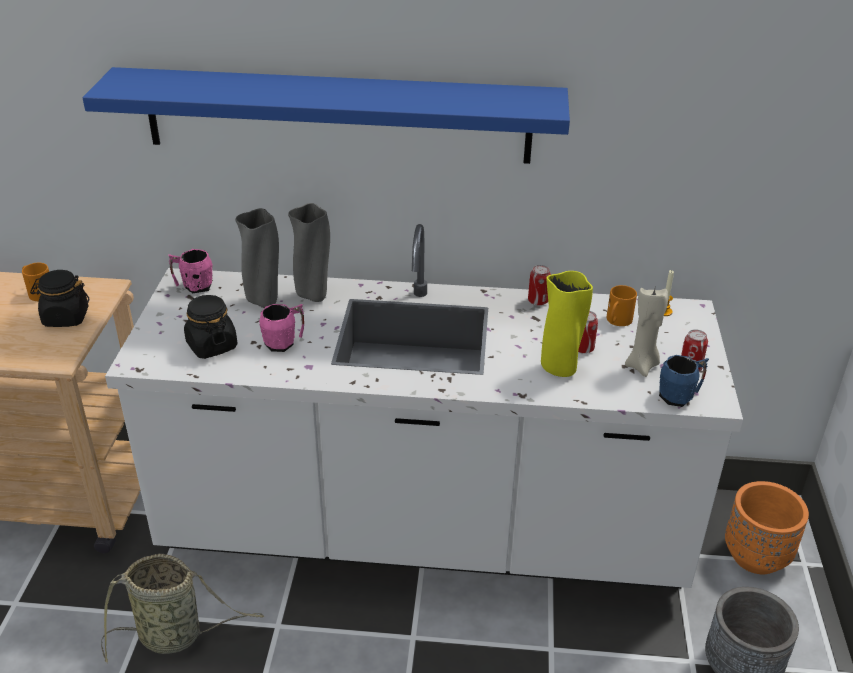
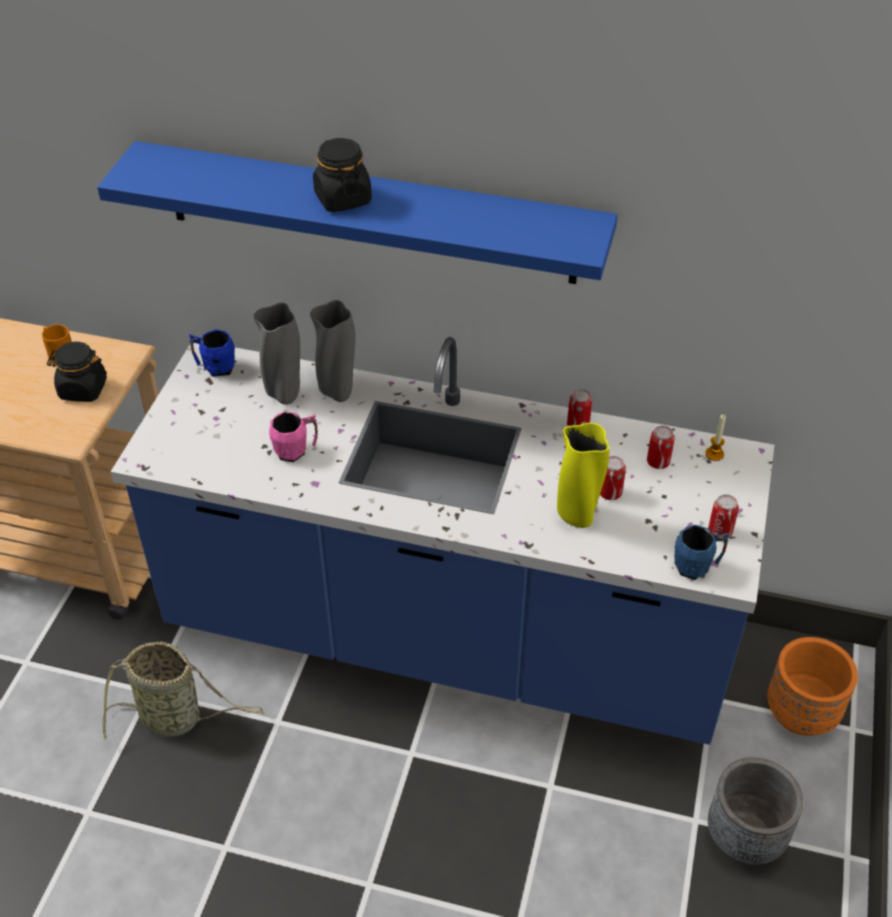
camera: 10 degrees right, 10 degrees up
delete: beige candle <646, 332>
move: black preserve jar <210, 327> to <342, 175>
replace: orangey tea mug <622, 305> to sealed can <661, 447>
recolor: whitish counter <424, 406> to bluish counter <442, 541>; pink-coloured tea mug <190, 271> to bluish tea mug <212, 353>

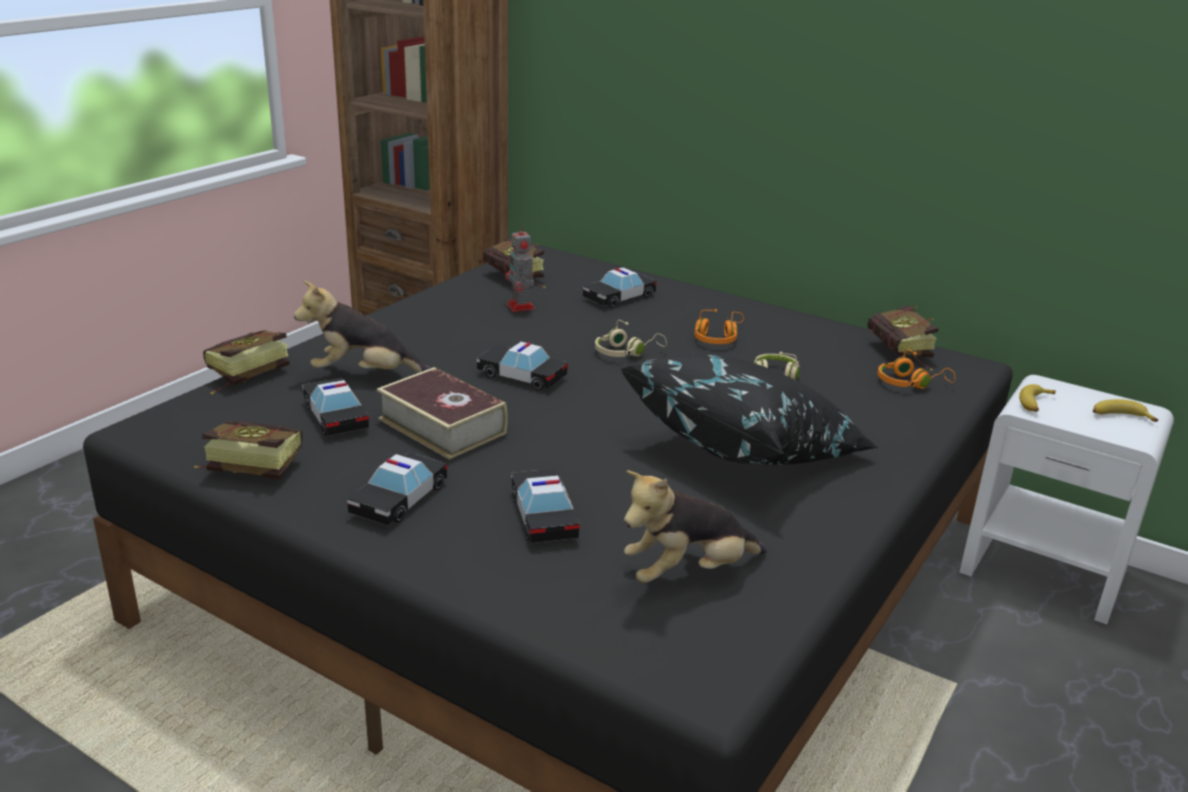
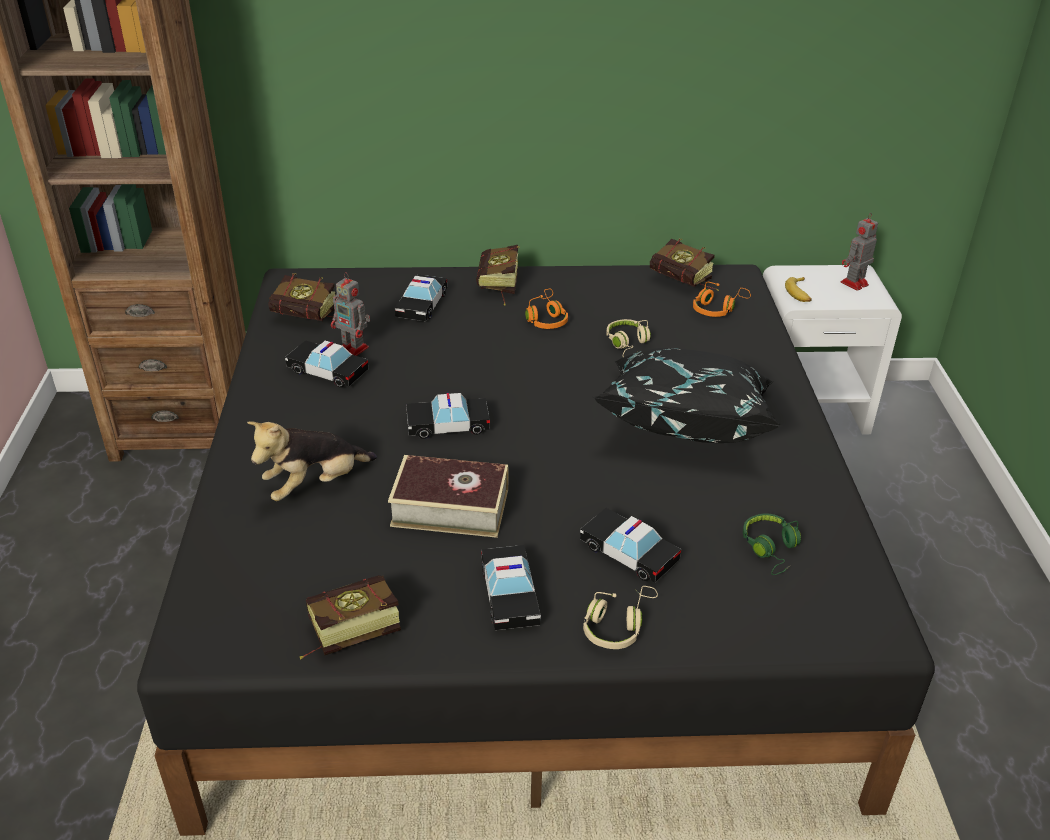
camera: 35 degrees left, 10 degrees up
move: beige pair of headphones <631, 338> to <620, 617>; bound book <246, 362> to <498, 275>; model car <335, 407> to <326, 364>
replace: whole banana <1125, 410> to toy robot <859, 252>; plush toy <695, 526> to greenish pair of headphones <772, 544>

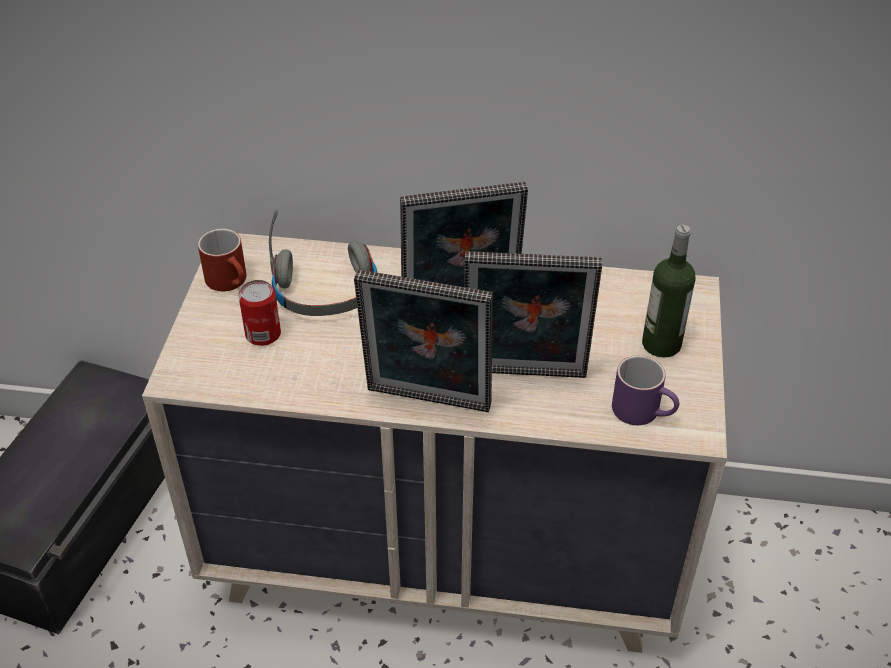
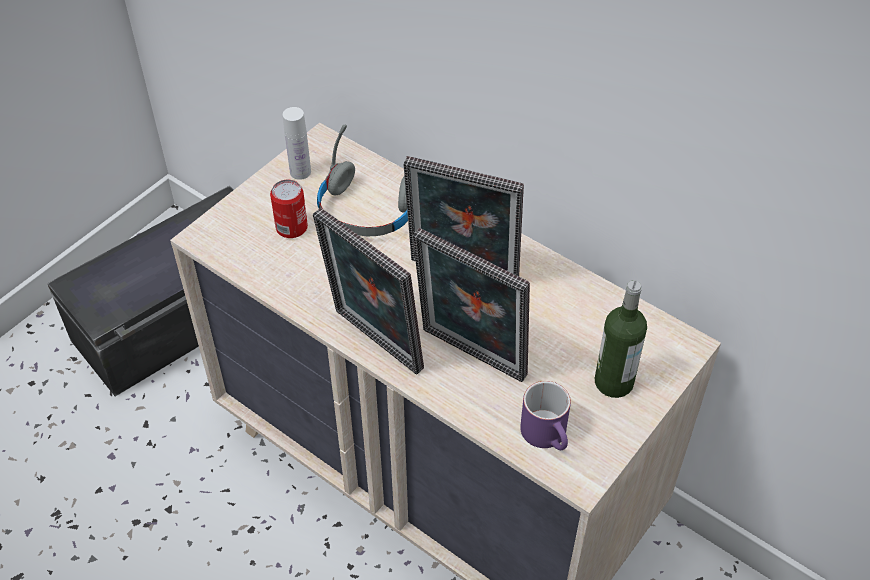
camera: 30 degrees right, 5 degrees up
replace: reddish tea mug <222, 260> to whitish bottle <297, 143>

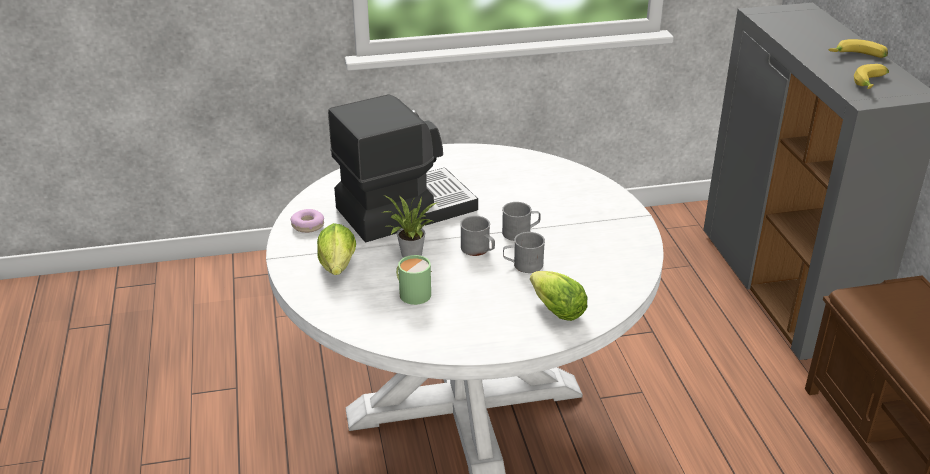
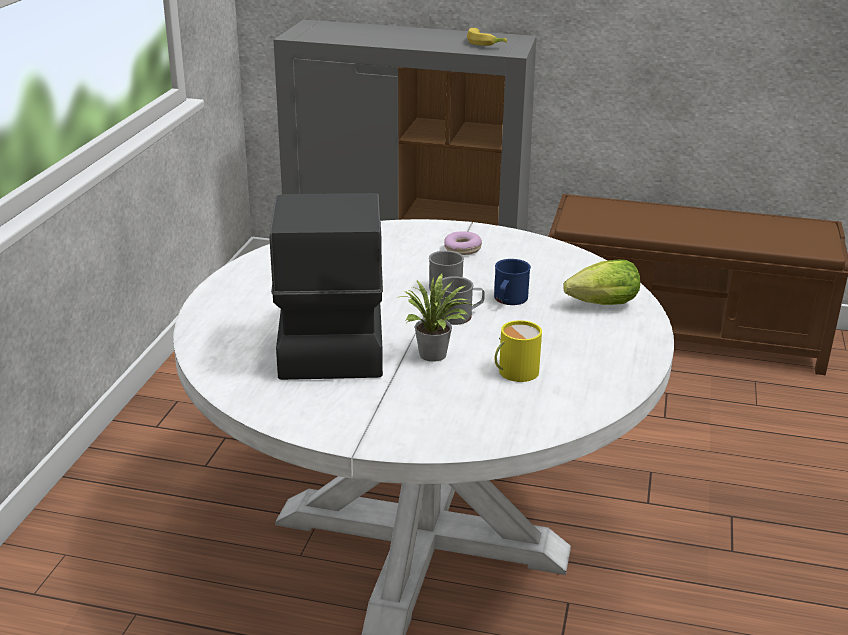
camera: 65 degrees left, 5 degrees down
delete: whole banana <858, 48>; head of lettuce <336, 249>
move: doughnut <307, 221> to <463, 243>
recolor: grey tea mug <524, 252> to bluish tea mug <512, 282>; greenish tea mug <414, 280> to yellowish tea mug <518, 351>

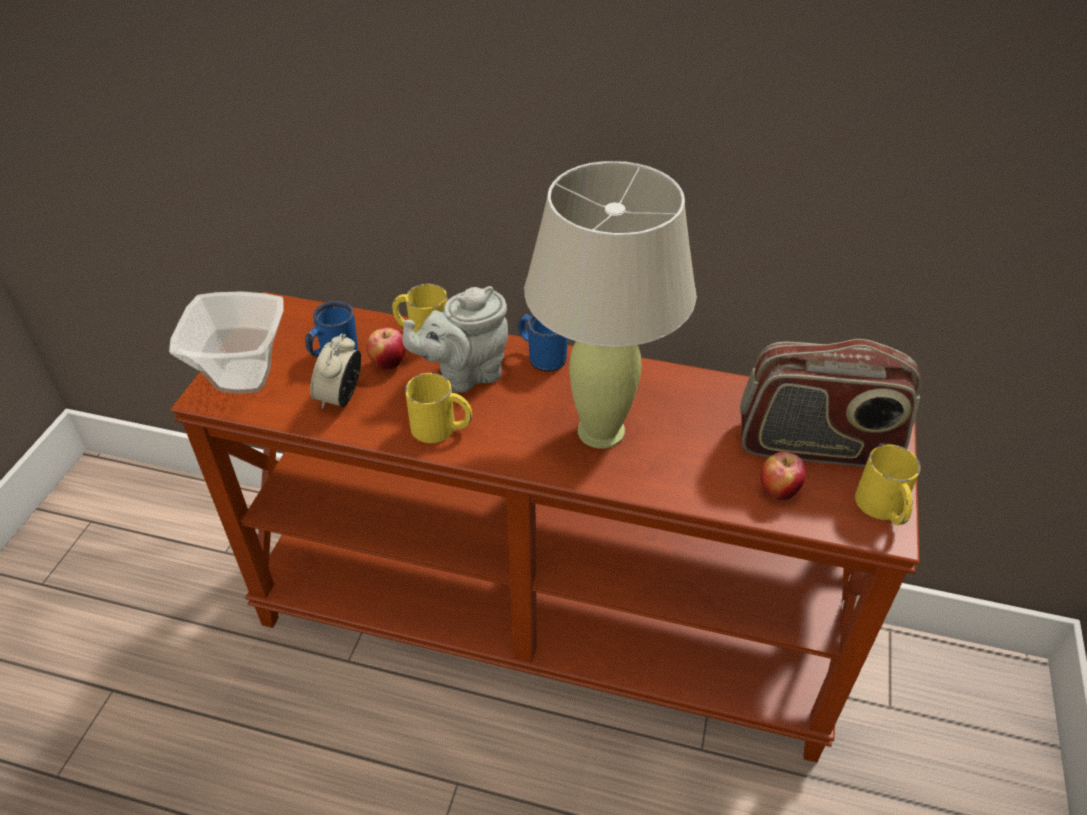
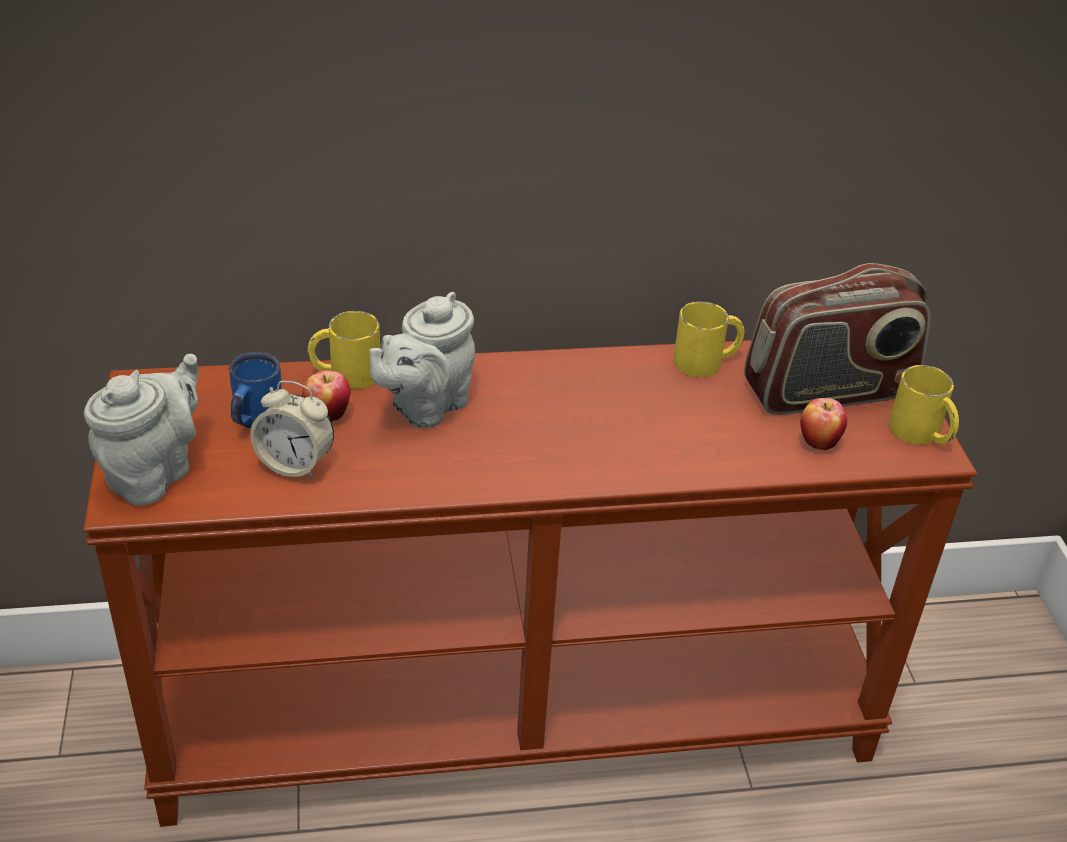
camera: 25 degrees left, 5 degrees down
delete: beige table lamp <610, 305>; bluish tea mug <543, 343>
move: yellowish tea mug <438, 408> to <709, 339>
replace: serving bowl <226, 342> to grey pot for tea <141, 430>
rotate: alarm clock <335, 371> = <292, 430> 60 degrees counterclockwise

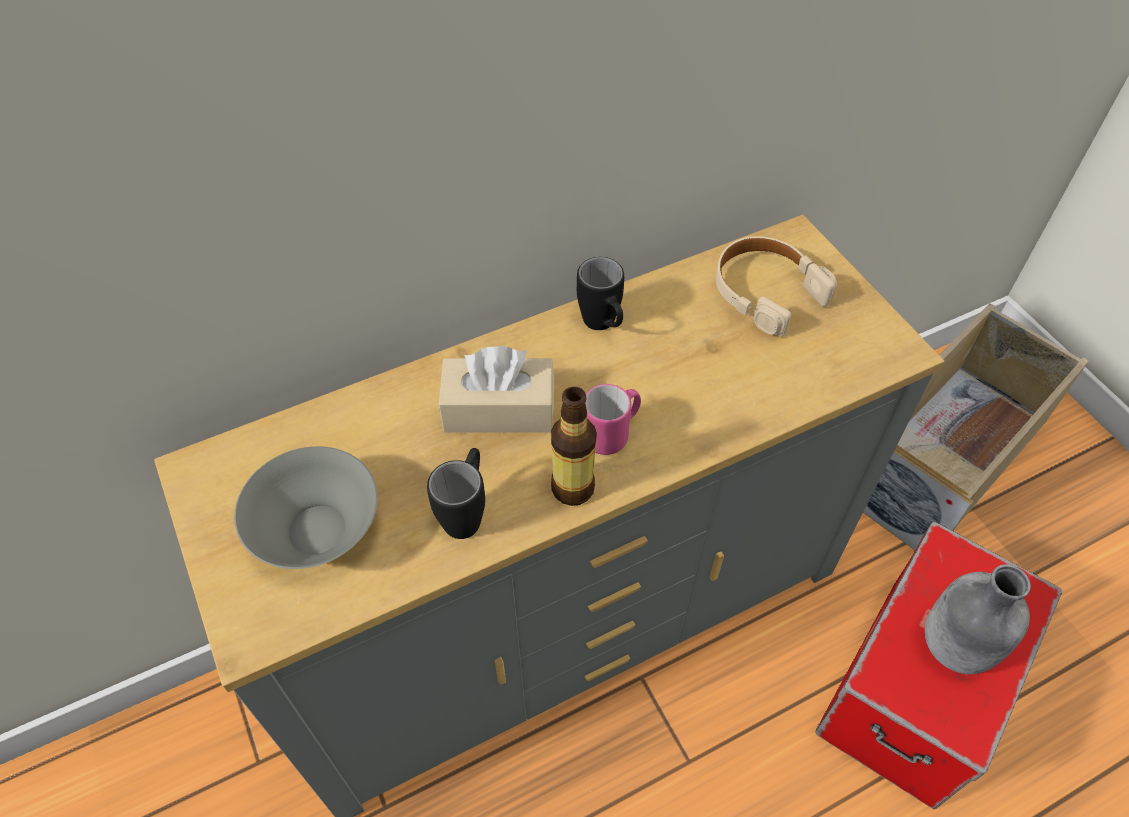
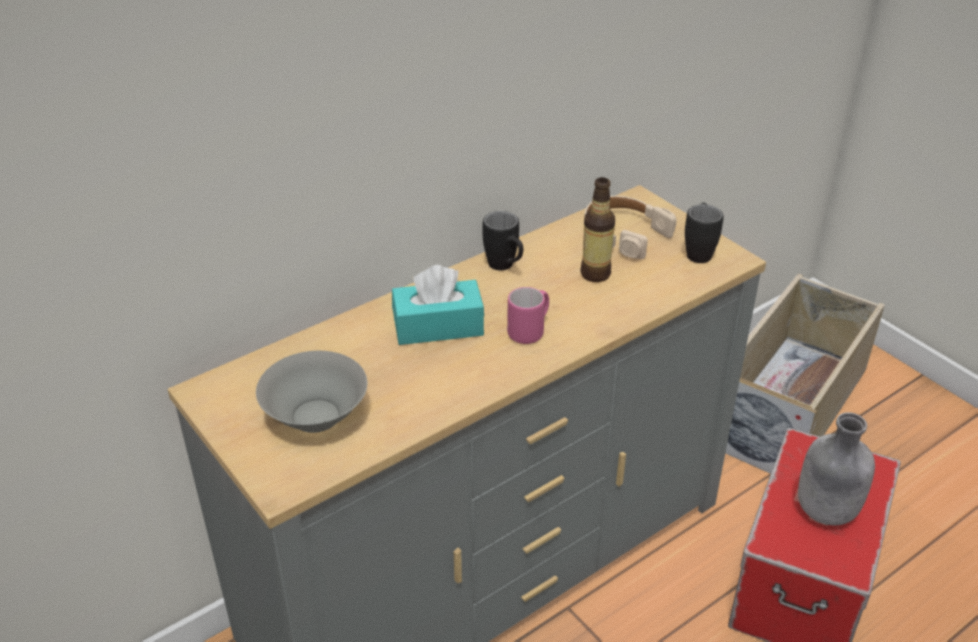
camera: 10 degrees left, 15 degrees down
move: bottle <574, 446> to <597, 229>; black tea mug <456, 493> to <704, 232>
recolor: beige tissue holder <496, 389> to turquoise-coloured tissue holder <438, 305>

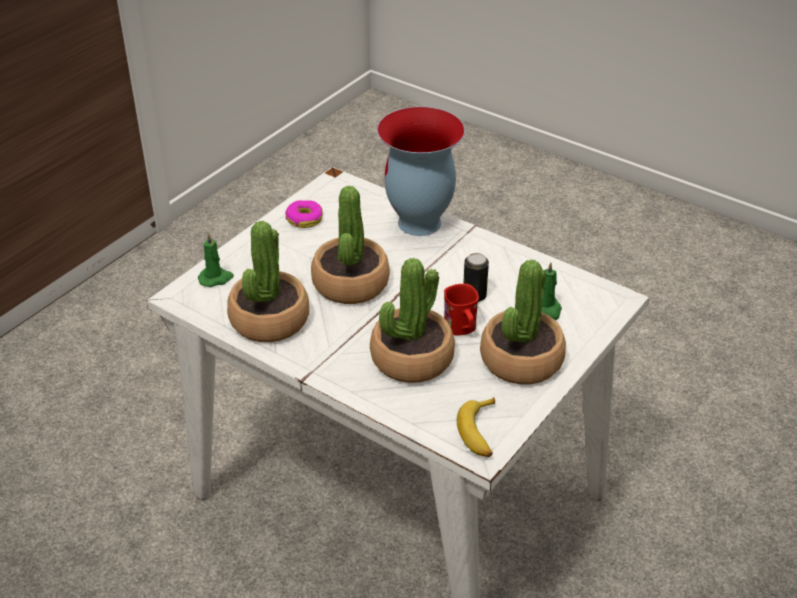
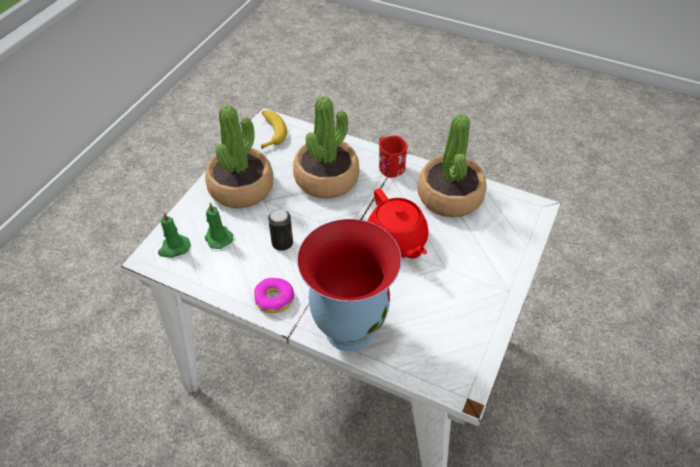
camera: 170 degrees right, 10 degrees up
move: doughnut <304, 214> to <274, 295>; greenish candle <216, 260> to <174, 235>; reddish tea mug <461, 309> to <393, 156>
replace: plant in a pot <350, 245> to reddish pot for tea <398, 224>

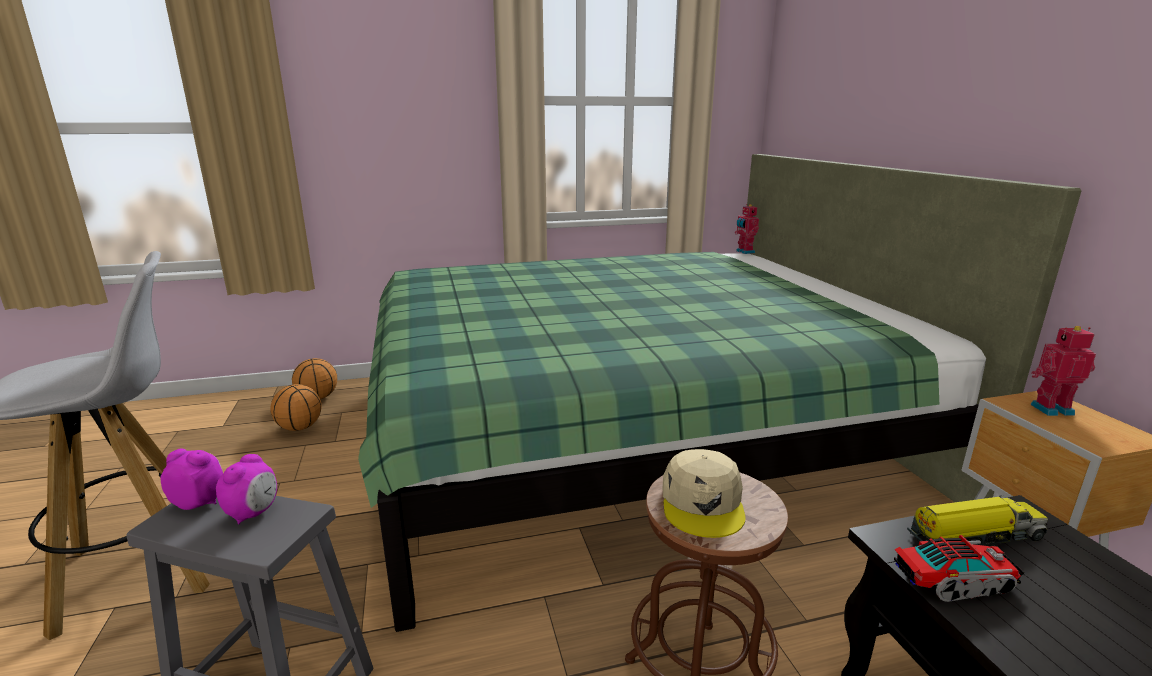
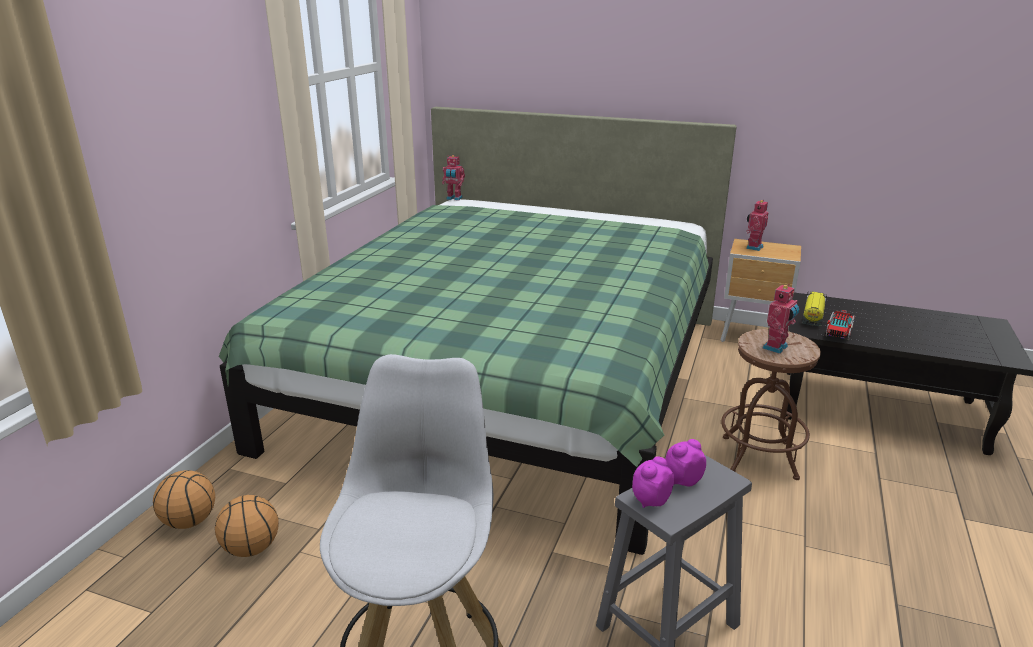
camera: 55 degrees left, 5 degrees up
replace: beige peaked cap <703, 493> to toy robot <781, 319>
rotate: alarm clock <246, 489> = <685, 462> 75 degrees counterclockwise

